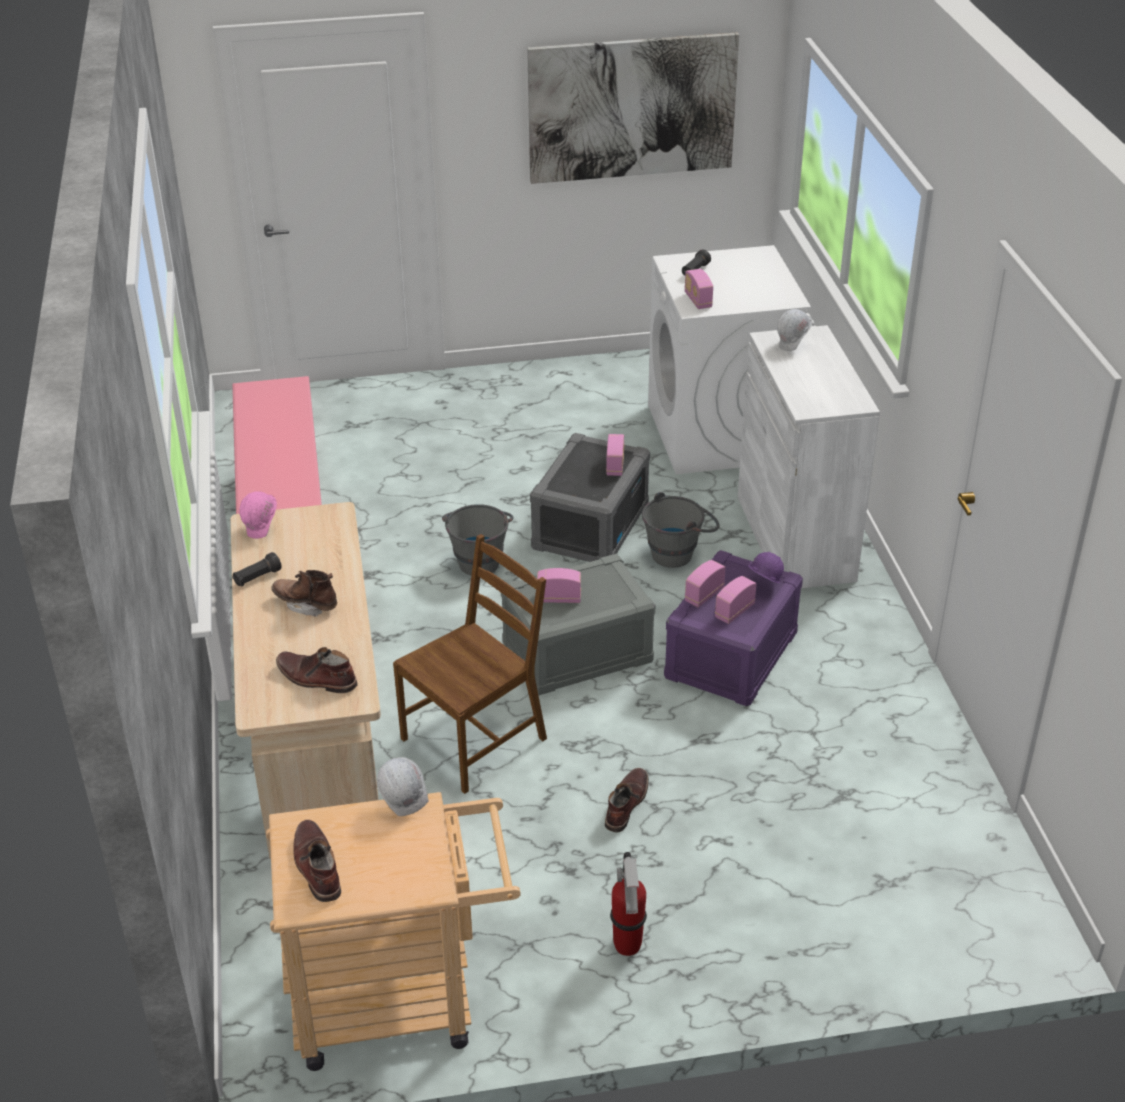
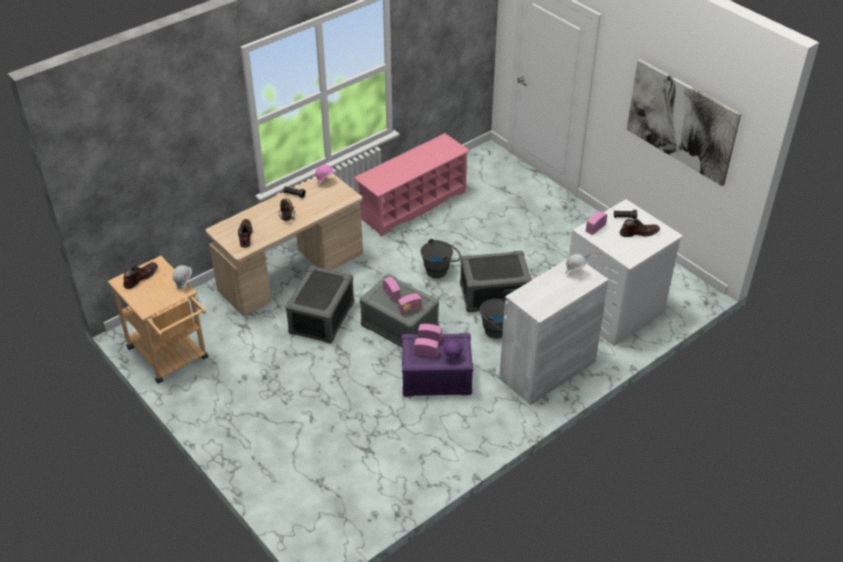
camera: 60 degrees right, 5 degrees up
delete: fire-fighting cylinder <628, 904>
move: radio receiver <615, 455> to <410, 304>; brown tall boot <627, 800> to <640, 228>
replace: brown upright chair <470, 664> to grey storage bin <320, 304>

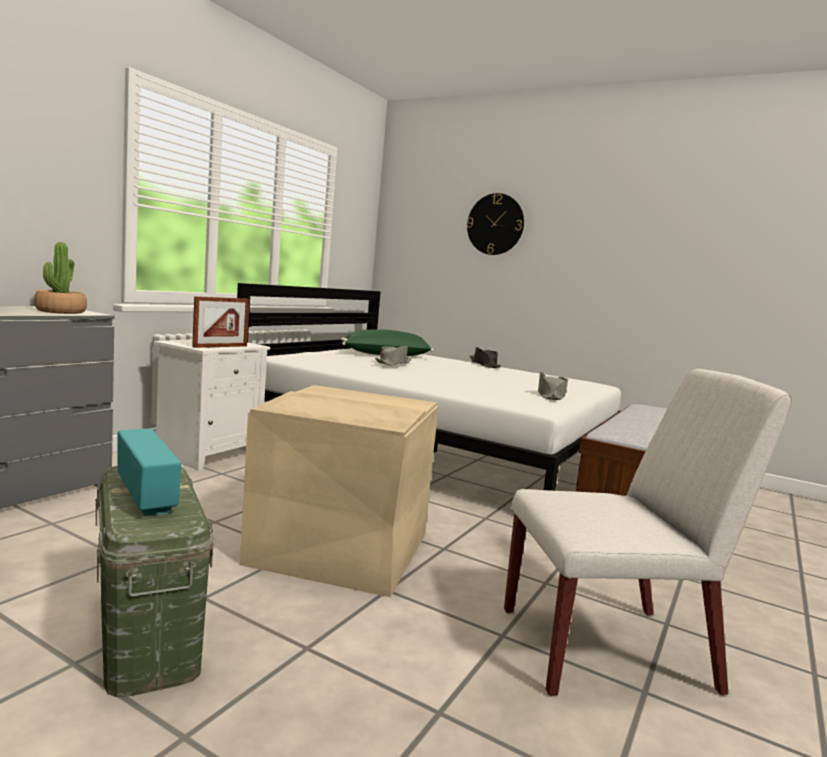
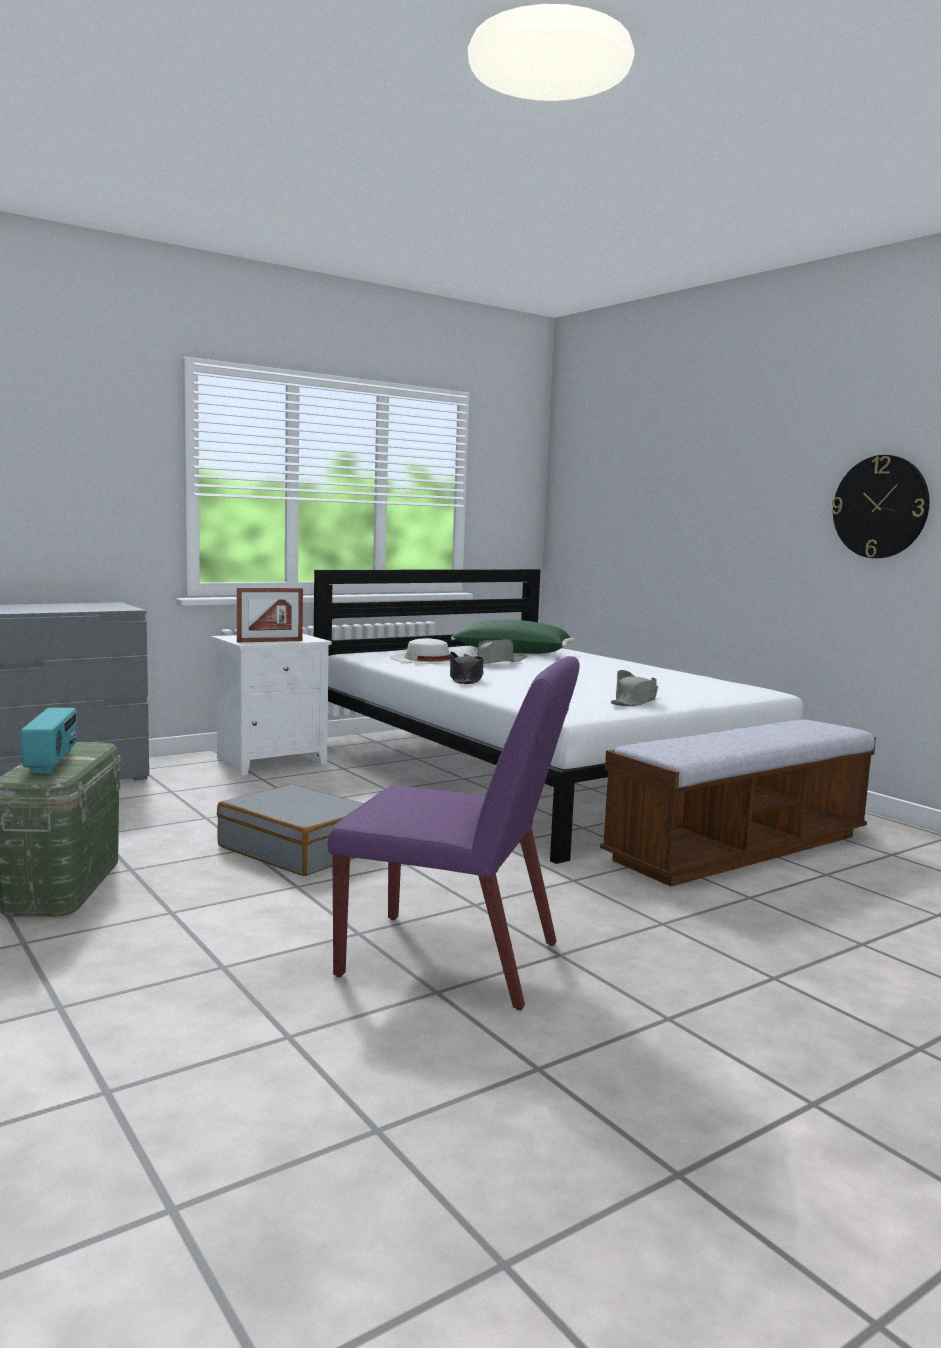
camera: 25 degrees right, 0 degrees up
delete: plant in a pot <60, 278>
insert: whitish wearable hat <425, 651>
move: hanging clock <495, 224> to <880, 506>; black wearable hat <485, 357> to <467, 667>
replace: beige storage bin <339, 491> to grey travel case <290, 830>
recolor: whitish upright chair <648, 533> to purplish upright chair <454, 833>

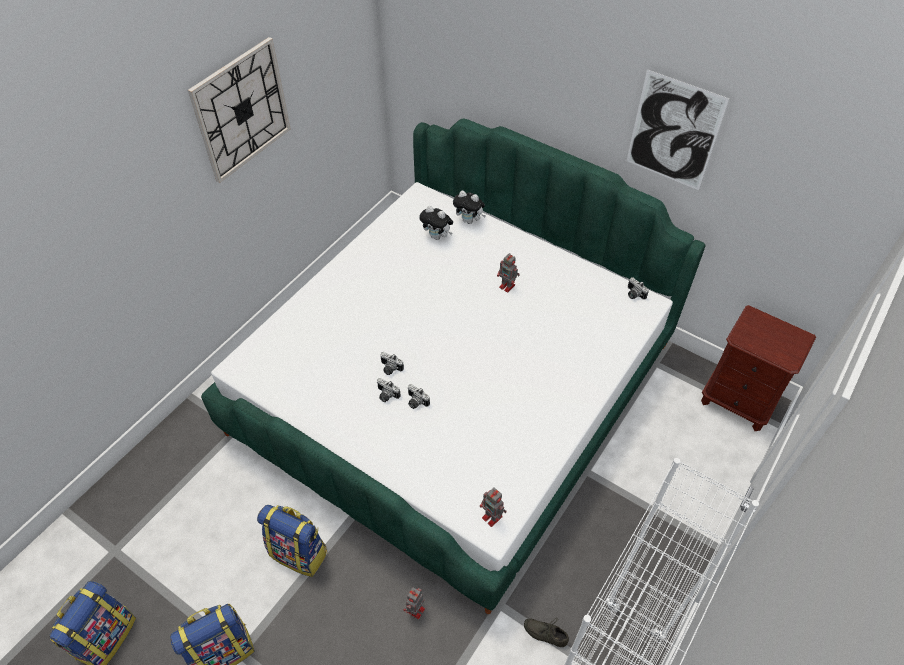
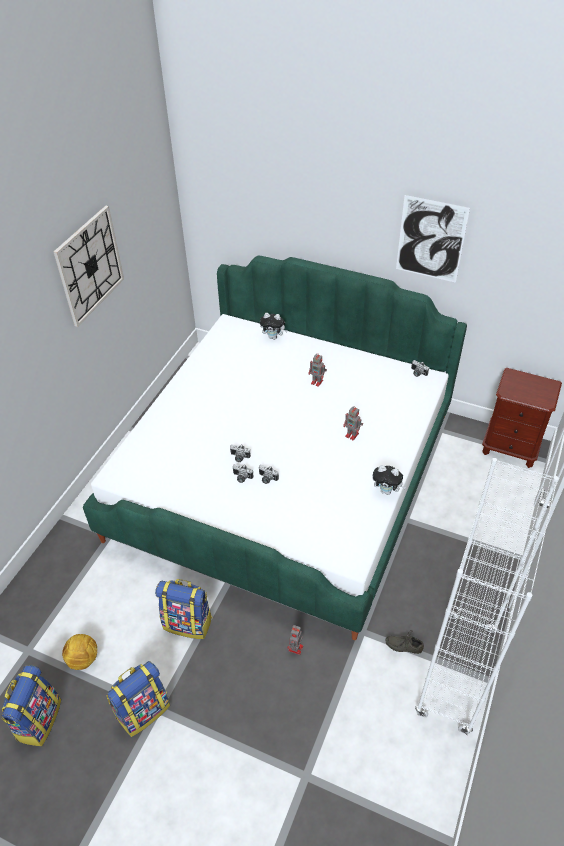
camera: 10 degrees left, 5 degrees down
insert: football ball <79, 652>
move: plush toy <436, 223> to <389, 480>; toy robot <493, 507> to <353, 423>

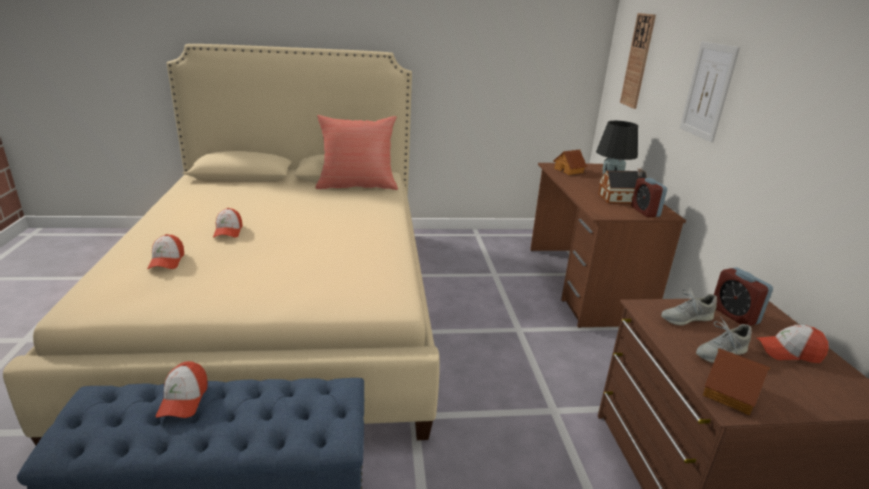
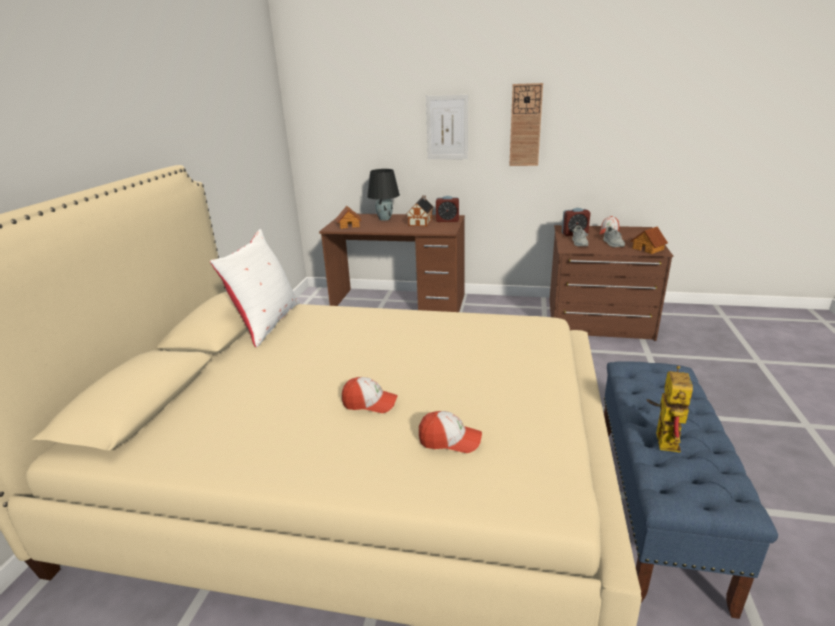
camera: 70 degrees left, 0 degrees up
move: hanging clock <638, 61> to <526, 124>
replace: peaked cap <182, 389> to toy robot <670, 409>
recolor: reddish cushion <356, 152> to whitish cushion <255, 288>

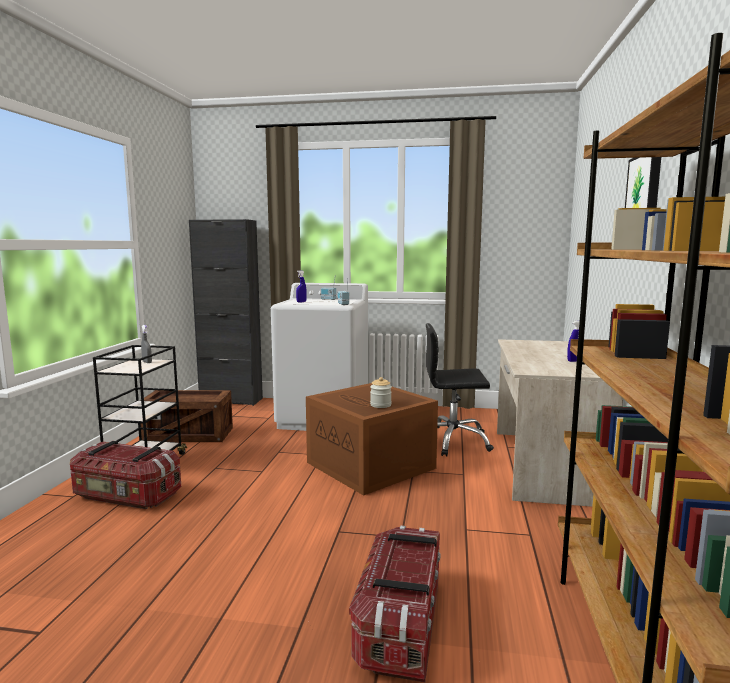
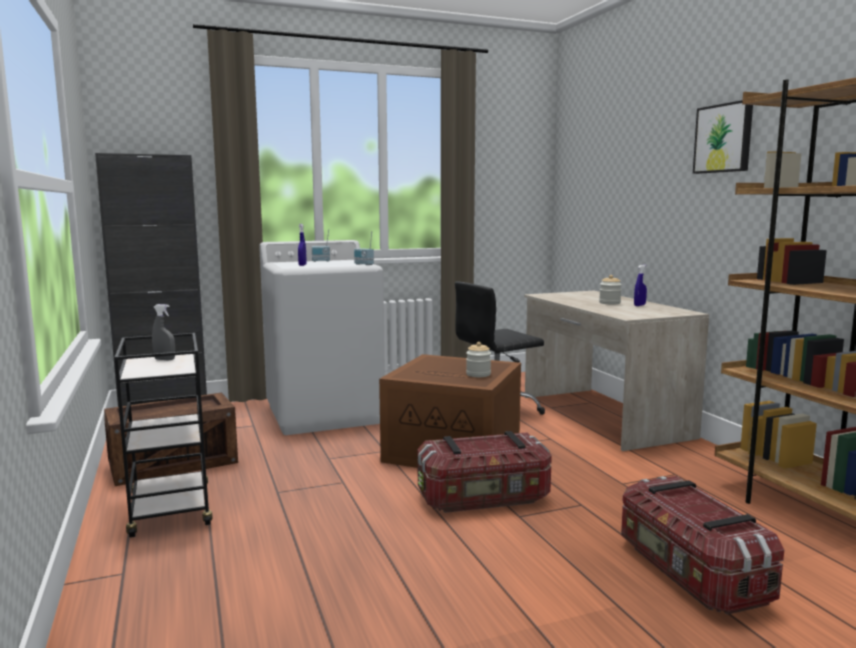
camera: 30 degrees left, 0 degrees up
insert: preserve jar <610, 290>
move: storage bin <125, 475> to <484, 472>

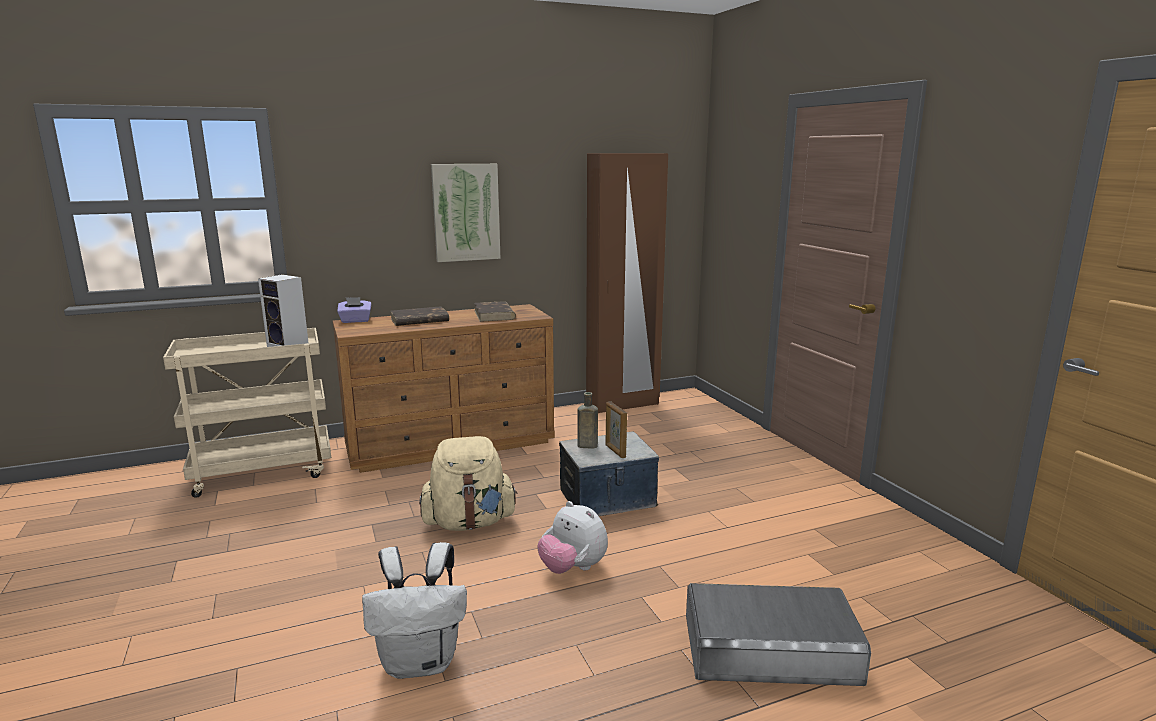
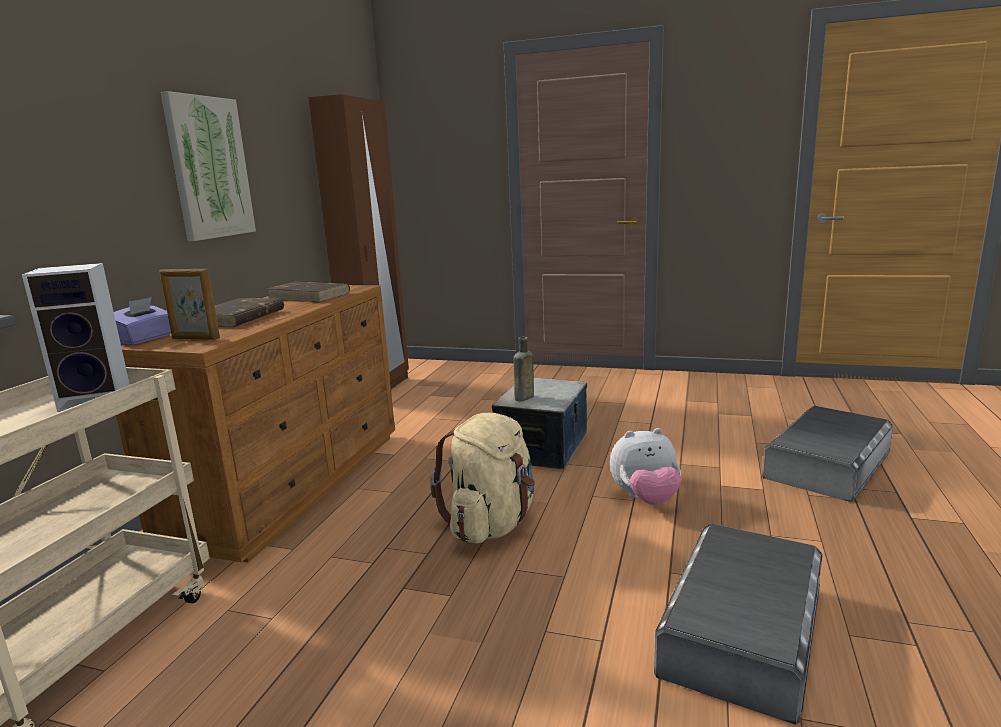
camera: 50 degrees left, 0 degrees up
move: standing frame <616, 429> to <189, 304>
replace: whitish knapsack <414, 610> to grey storage bin <738, 624>

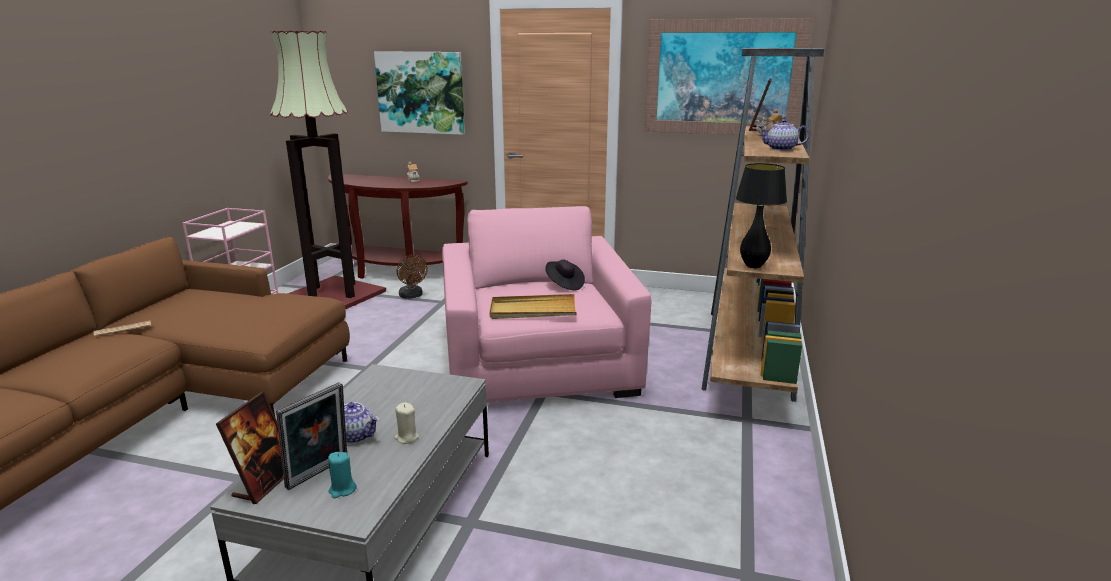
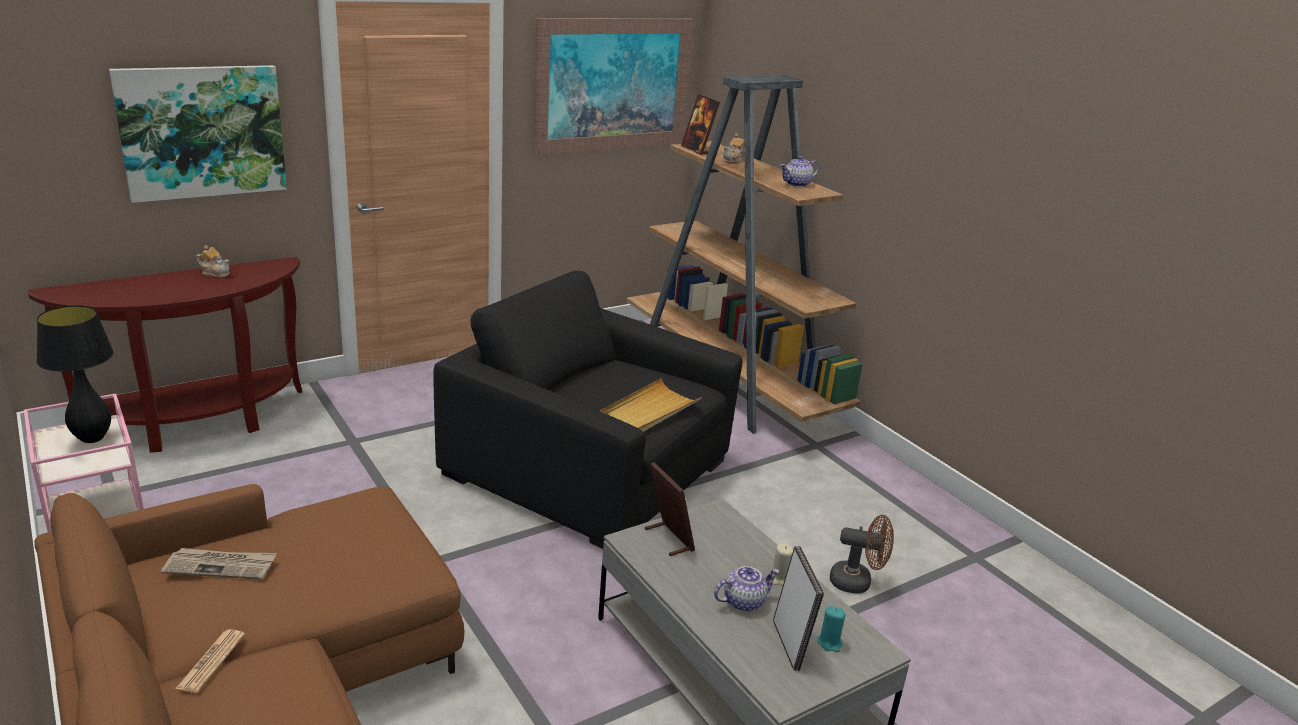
camera: 50 degrees left, 5 degrees up
delete: standing lamp <328, 170>; black wearable hat <565, 275>
insert: printed paper <219, 563>
move: black table lamp <761, 215> to <75, 374>; brown fan <412, 277> to <862, 554>; standing frame <250, 448> to <670, 509>
recolor: pink-coloured easy chair <546, 304> to black easy chair <588, 410>

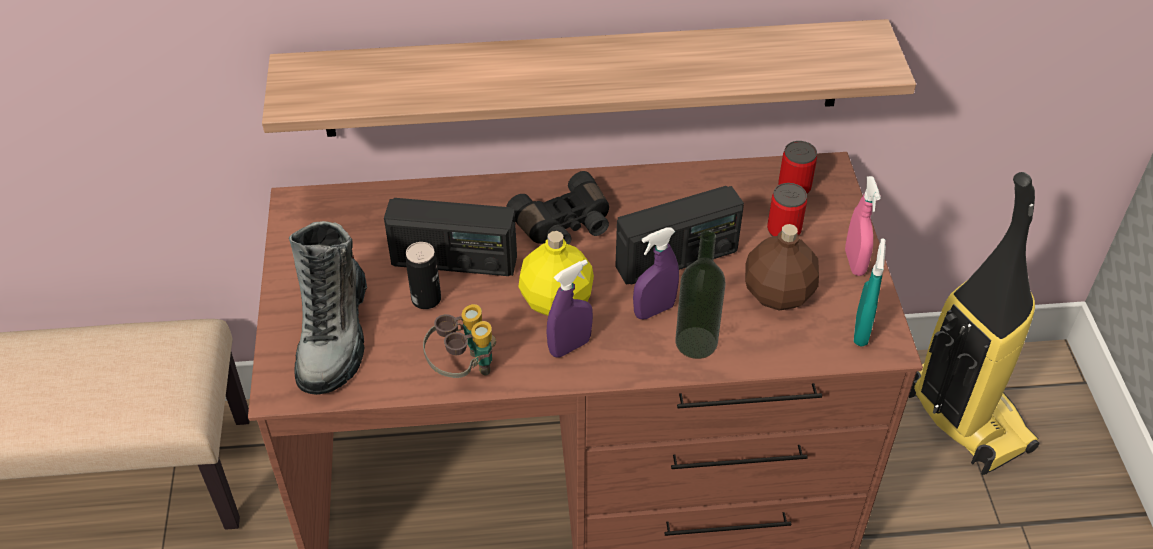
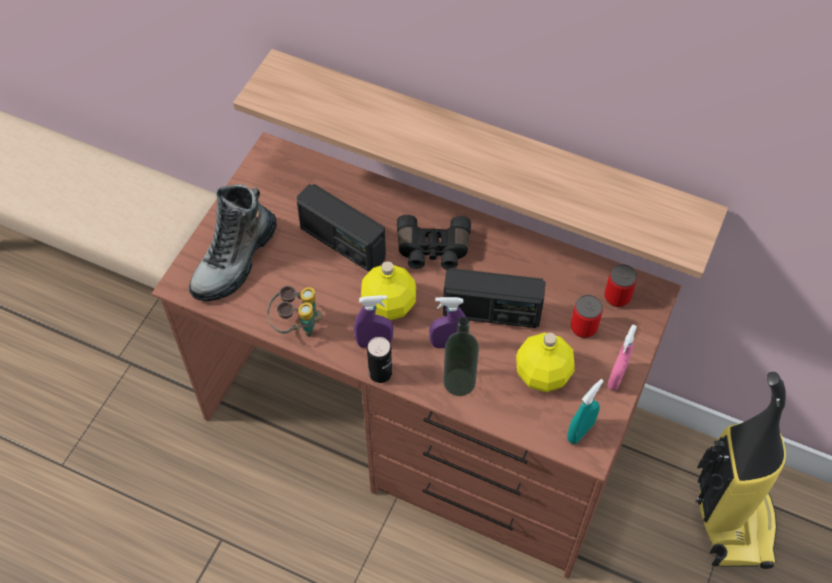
camera: 30 degrees right, 10 degrees up
move: sealed can <423, 275> to <379, 360>
recolor: brown bottle <782, 267> to yellowish bottle <545, 362>

